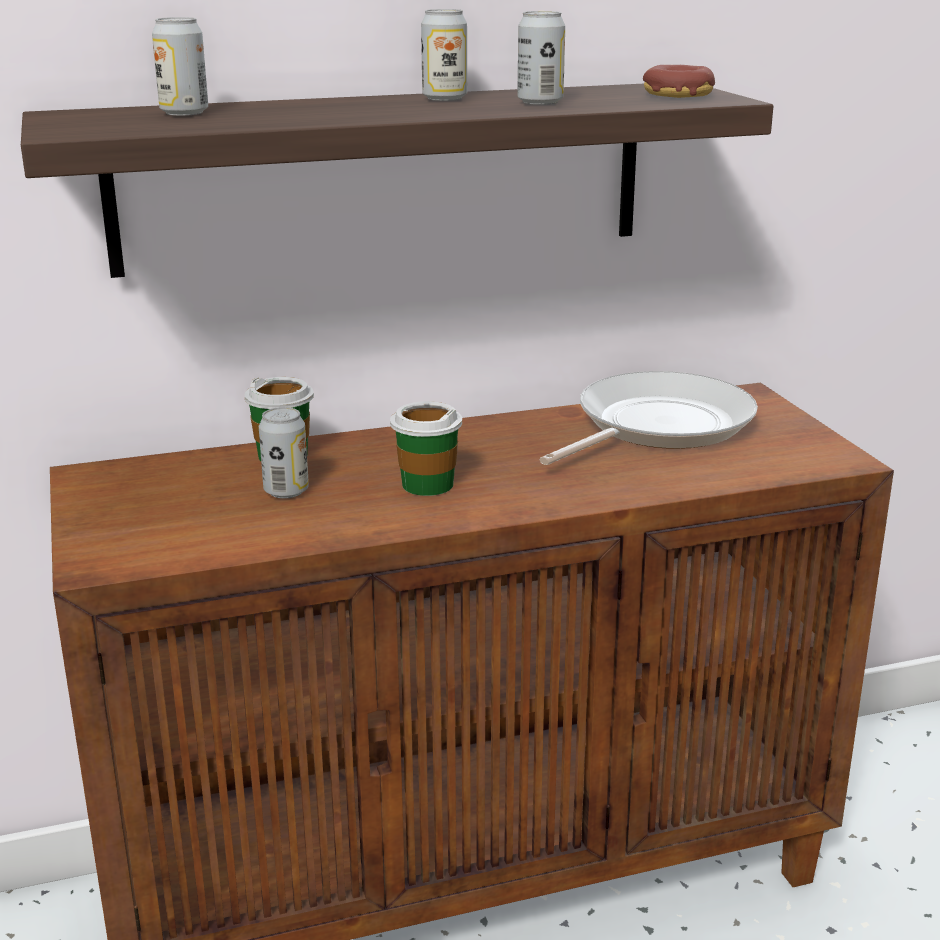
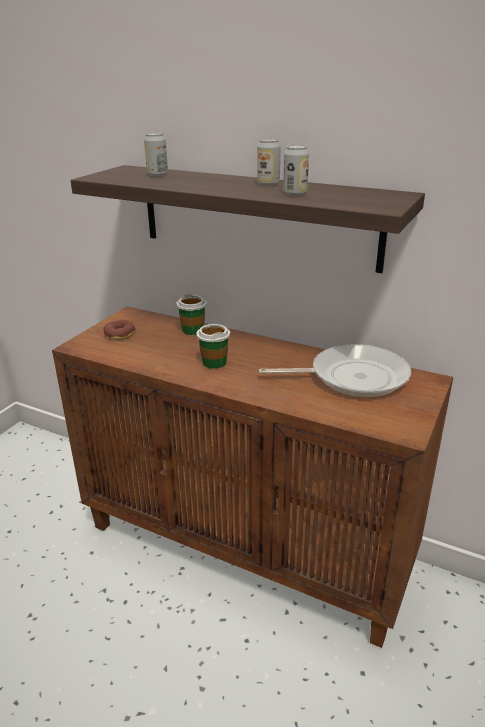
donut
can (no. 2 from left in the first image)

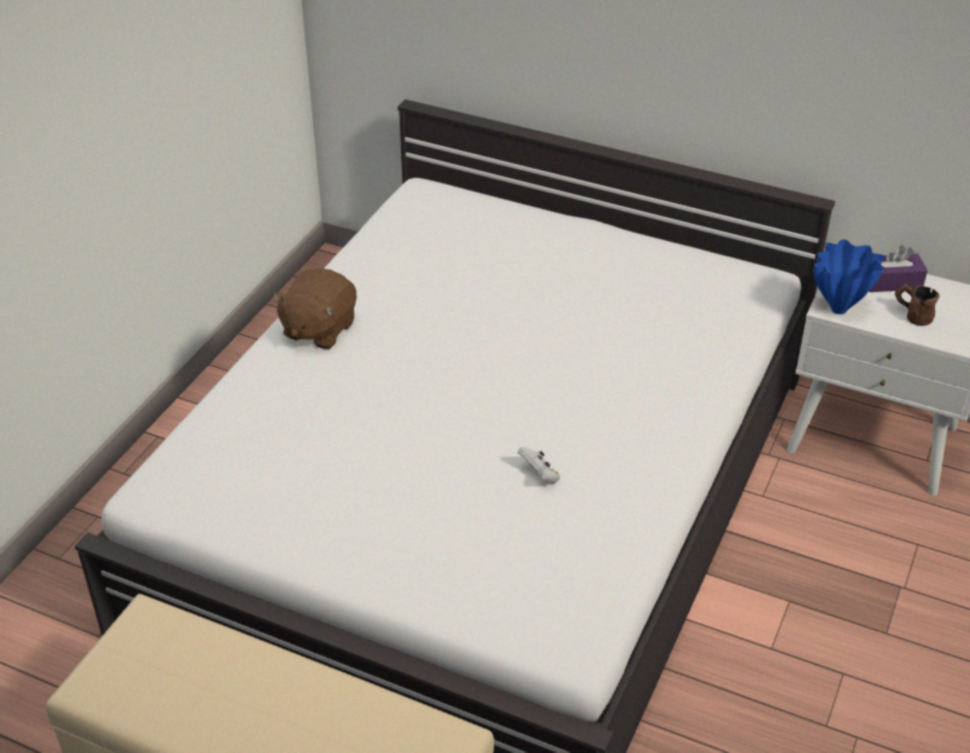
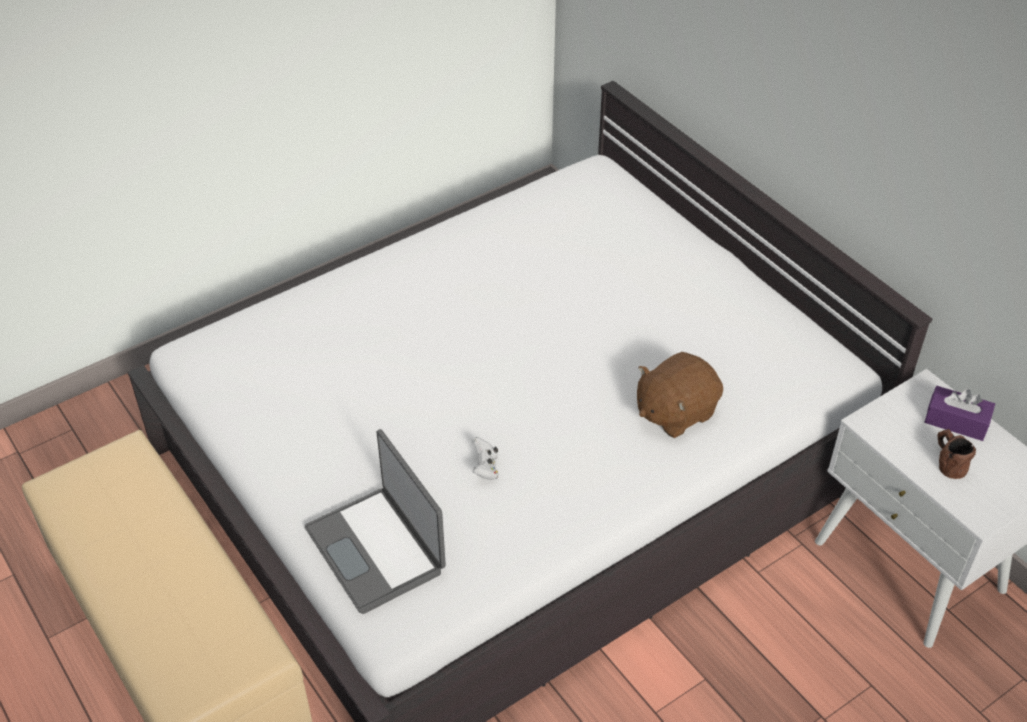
blue vase
brown plush toy
laptop

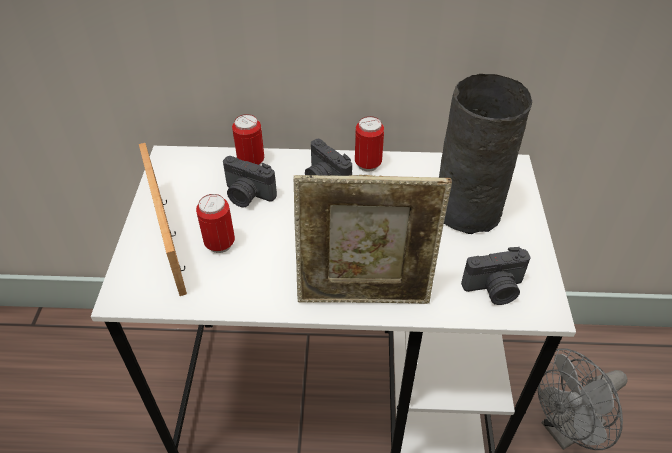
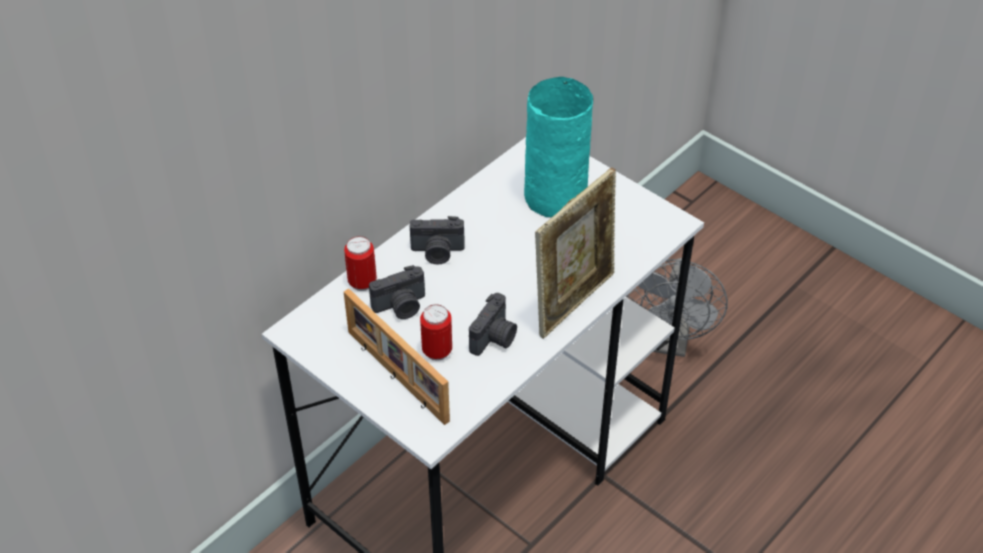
turquoise vase
can (no. 3 from left in the first image)
picture frame (no. 1 from left)
photo camera (no. 3 from left)

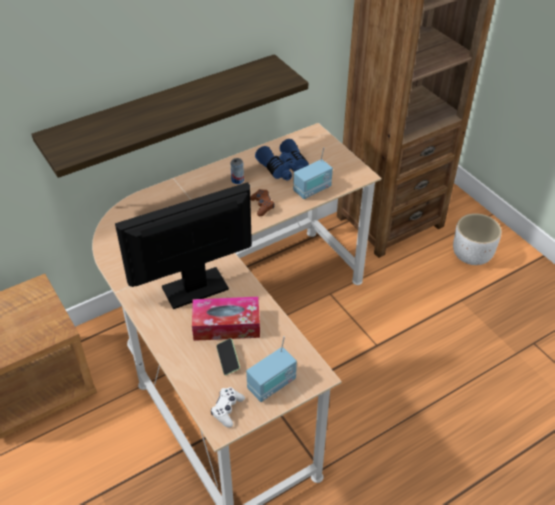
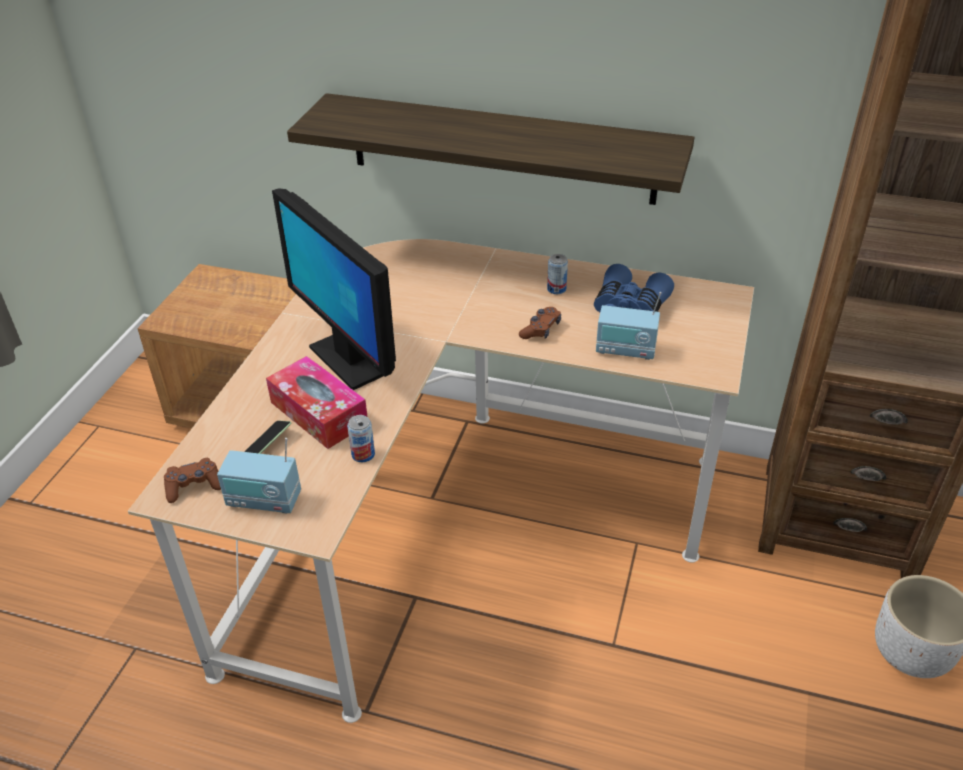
monitor
brown game controller (no. 1 from left)
can (no. 1 from left)

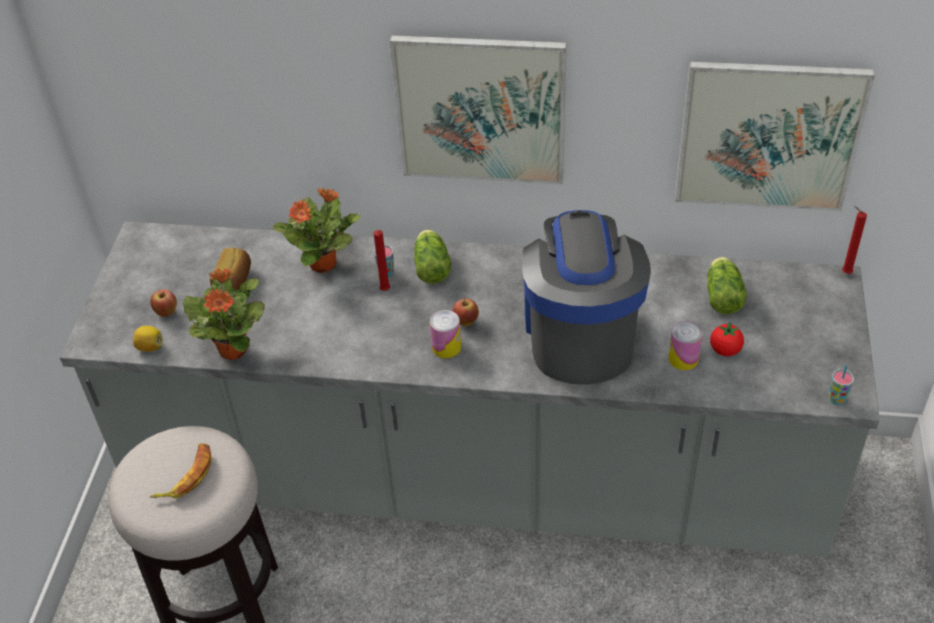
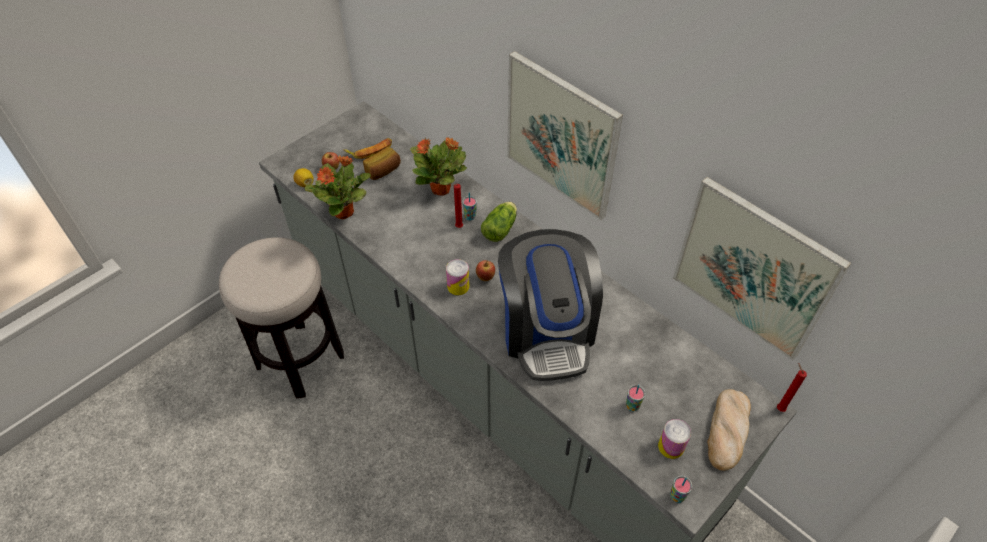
coffee machine
lettuce (no. 2 from left in the first image)
can (no. 2 from left)
cup (no. 2 from left)
banana
bread (no. 2 from left)

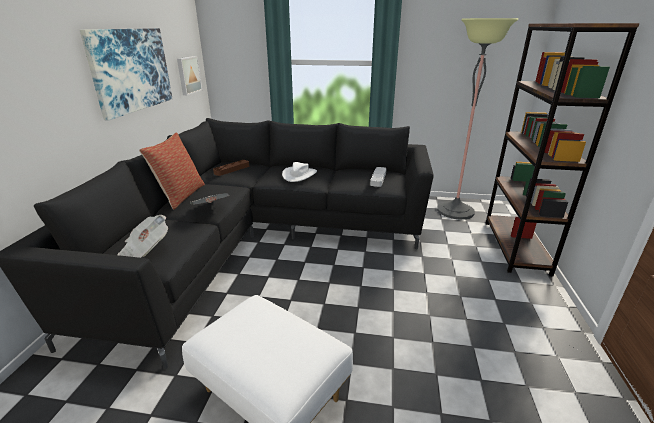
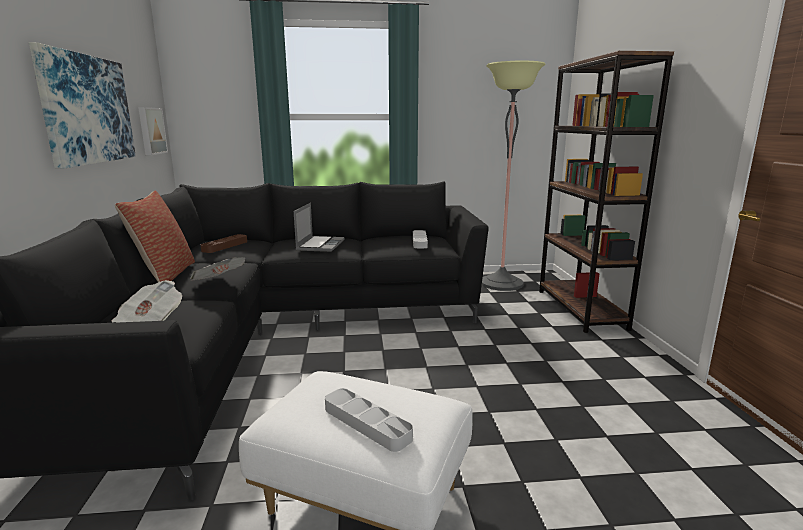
laptop
grey tray (no. 1 from left)

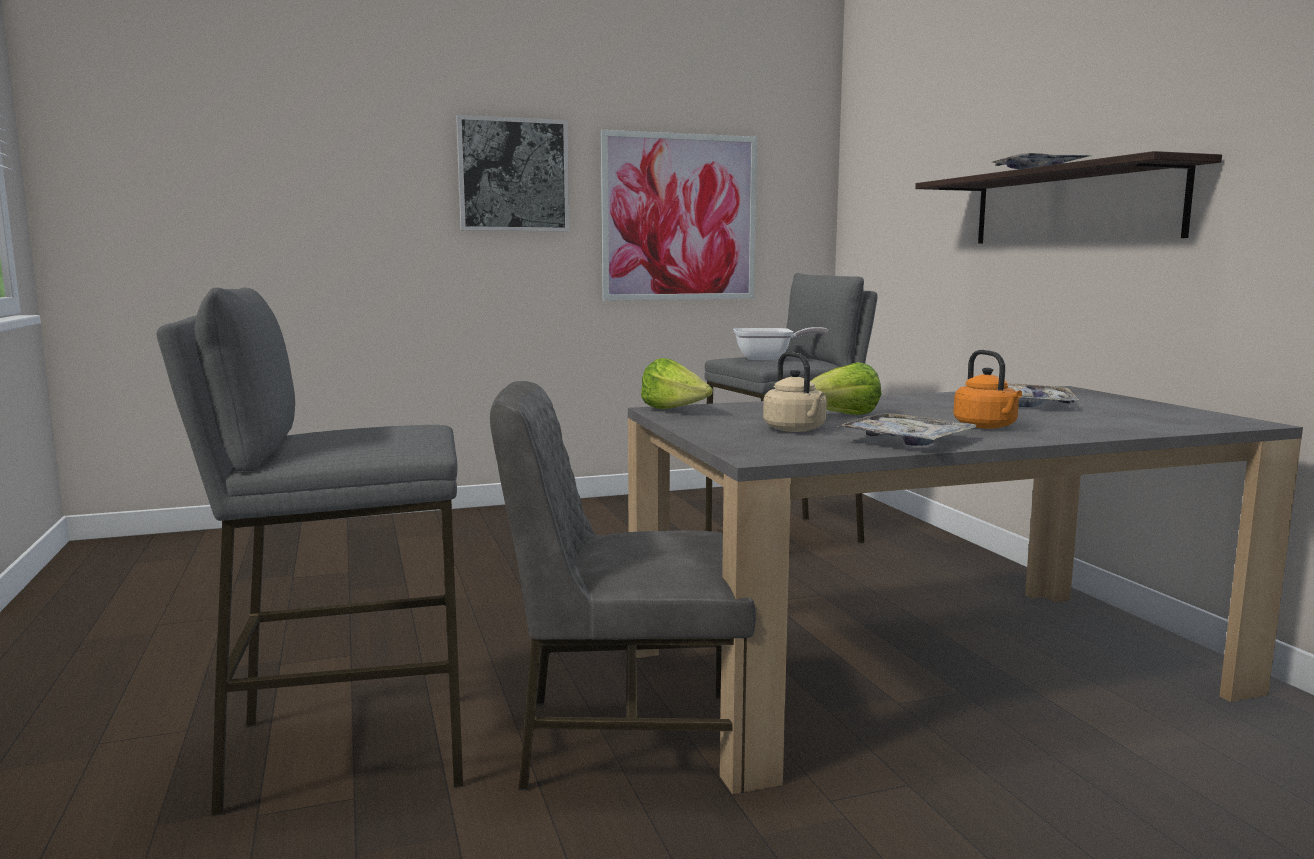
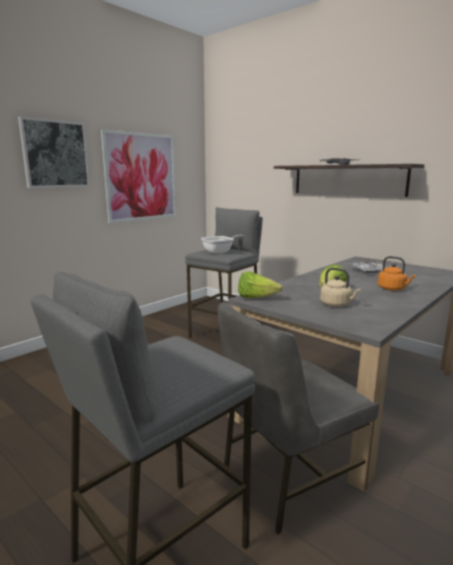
tray (no. 1 from left in the first image)

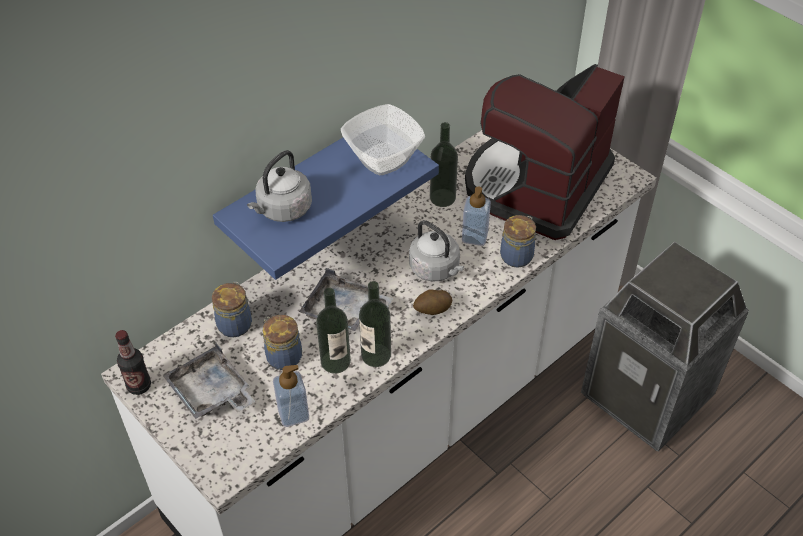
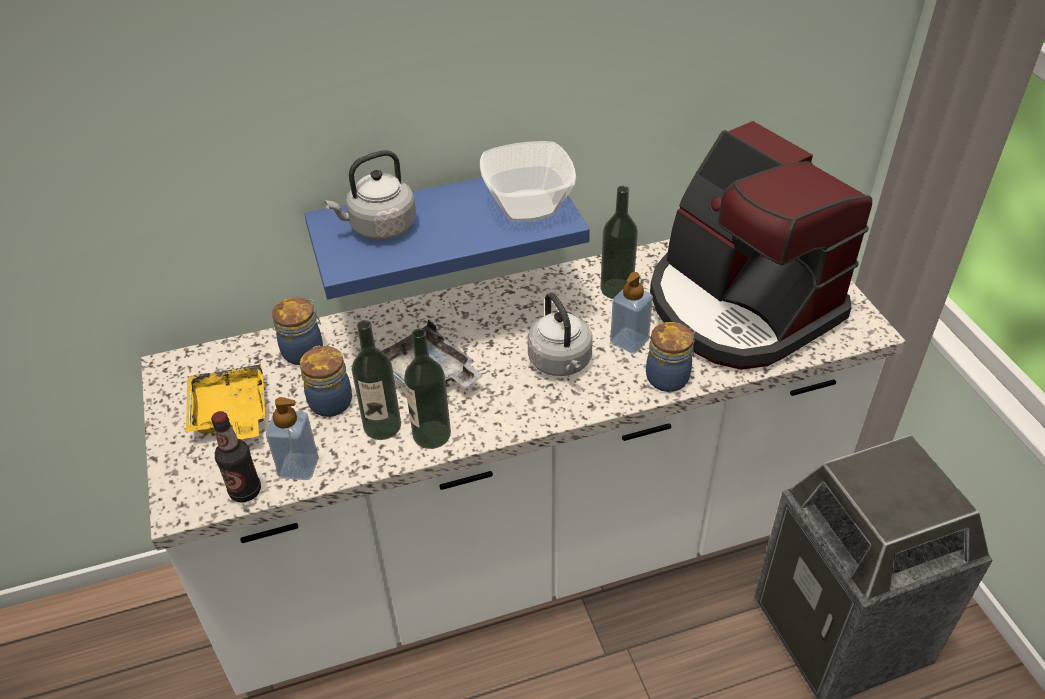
coffee machine
potato
bottle (no. 1 from left)
yellow tray

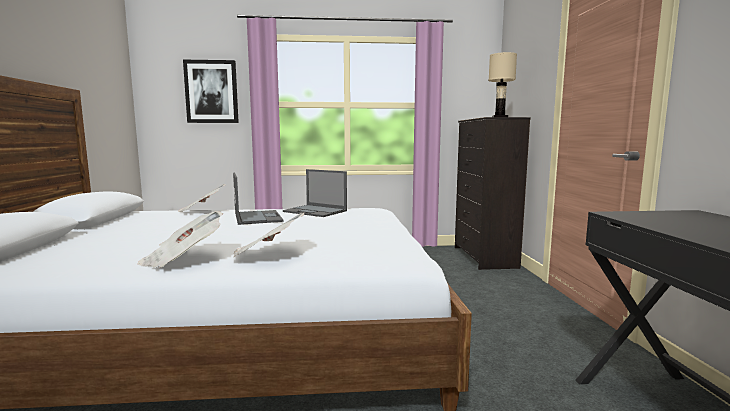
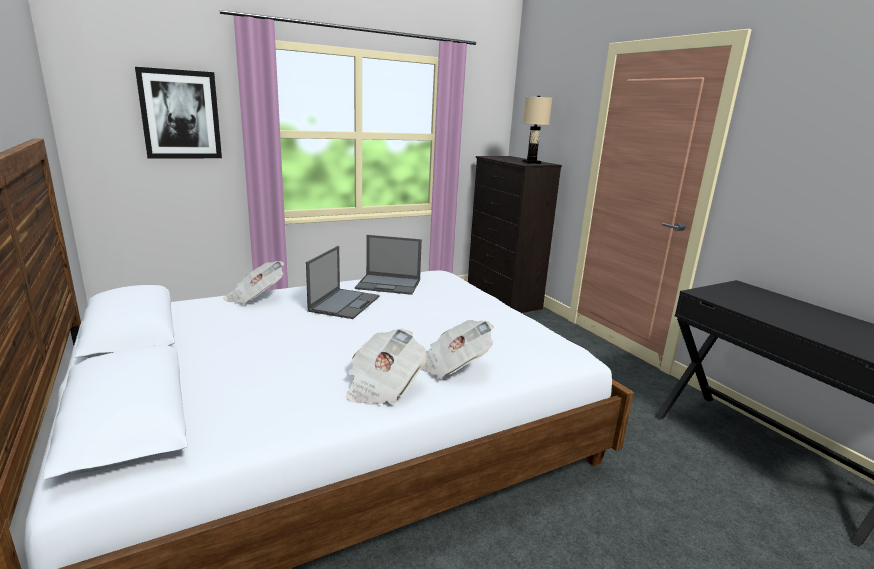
laptop (no. 1 from left)

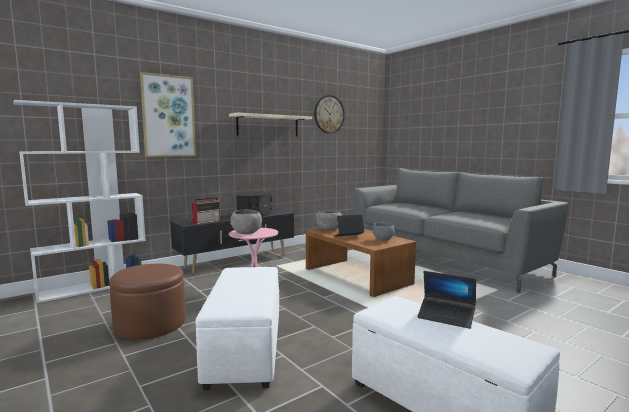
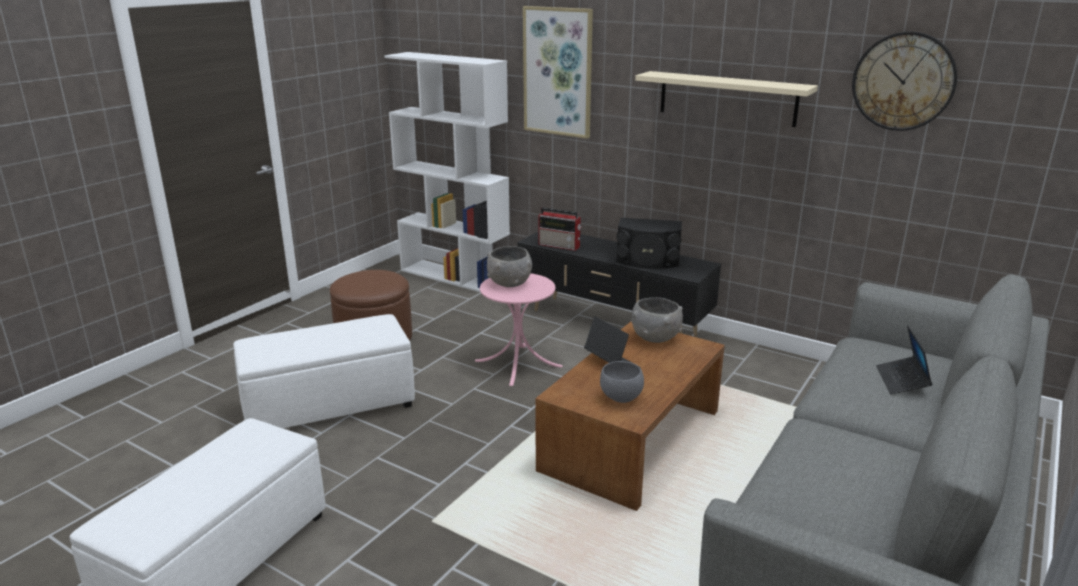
laptop (no. 2 from left)

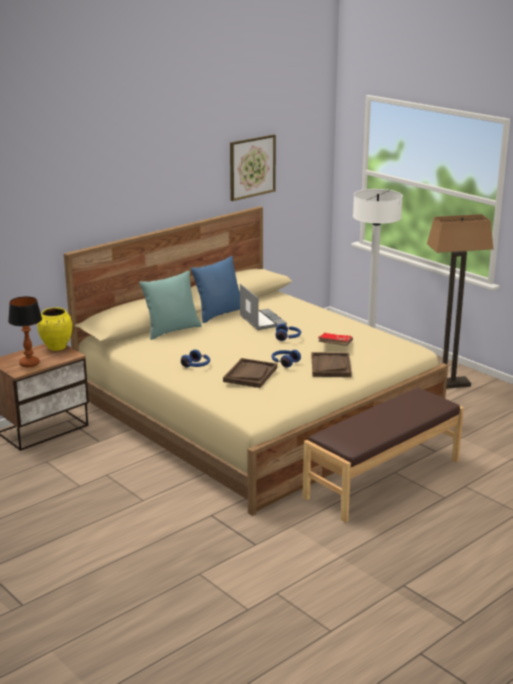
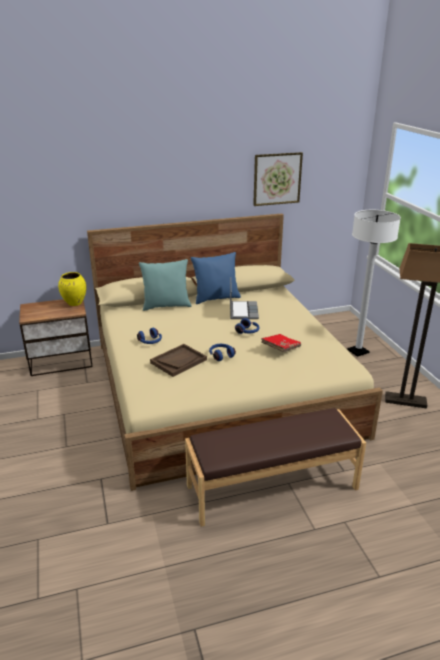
table lamp
brown tray (no. 2 from left in the first image)

